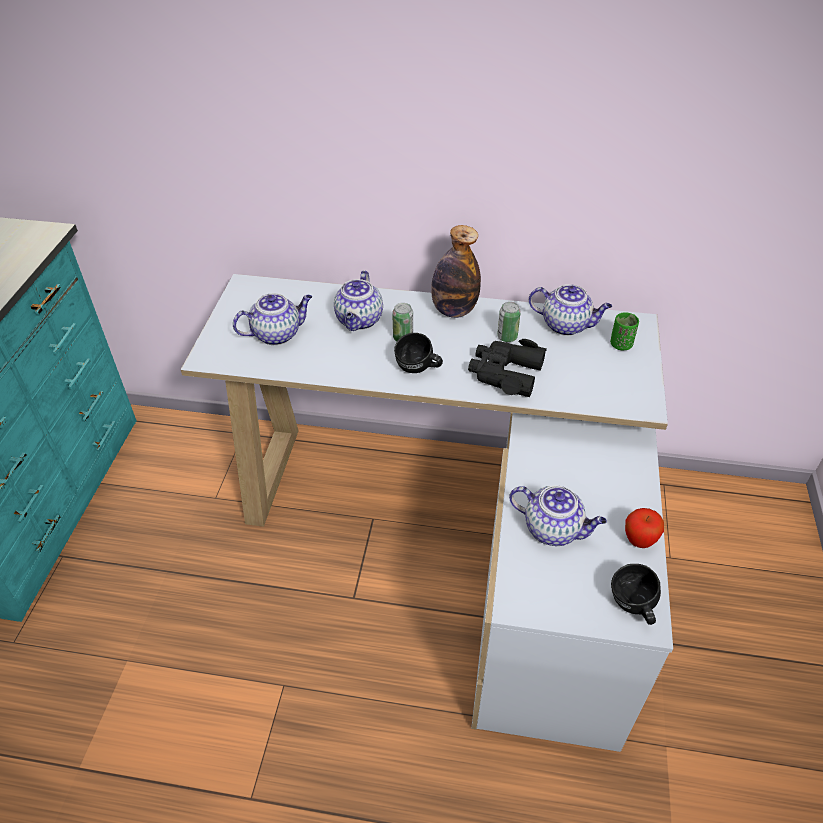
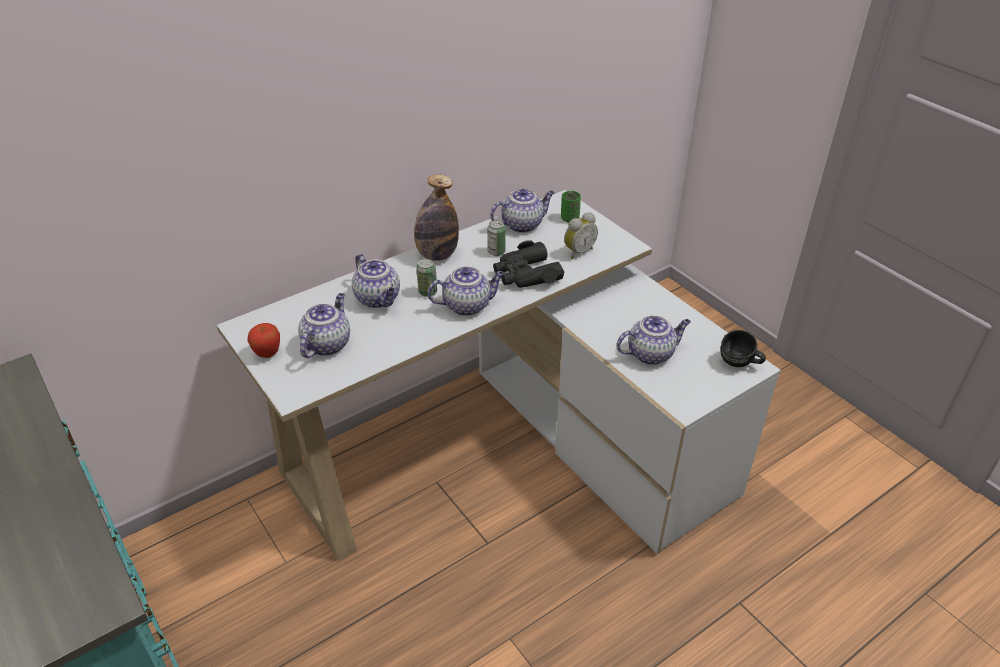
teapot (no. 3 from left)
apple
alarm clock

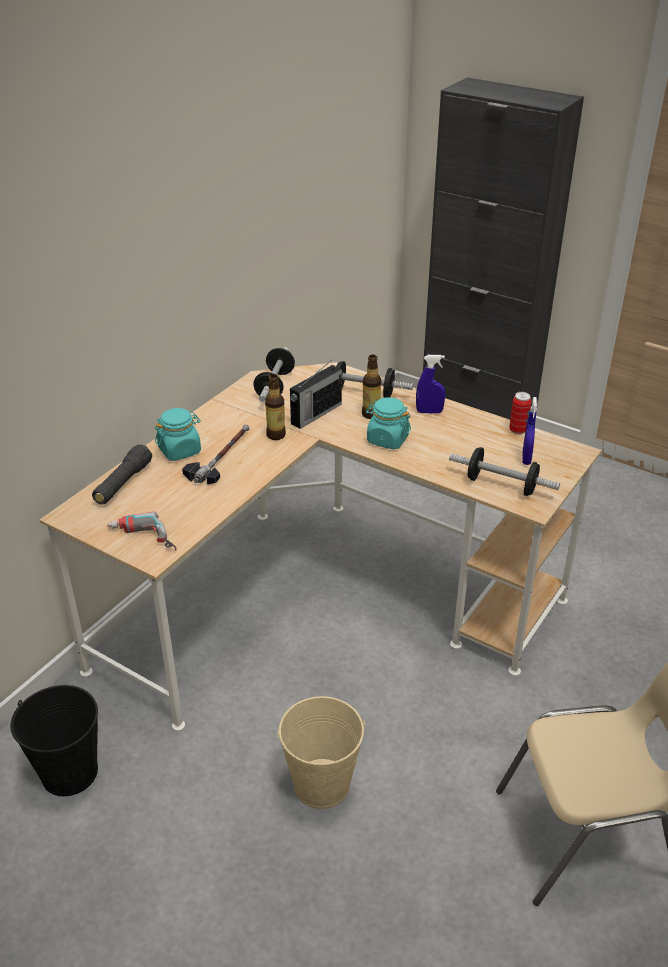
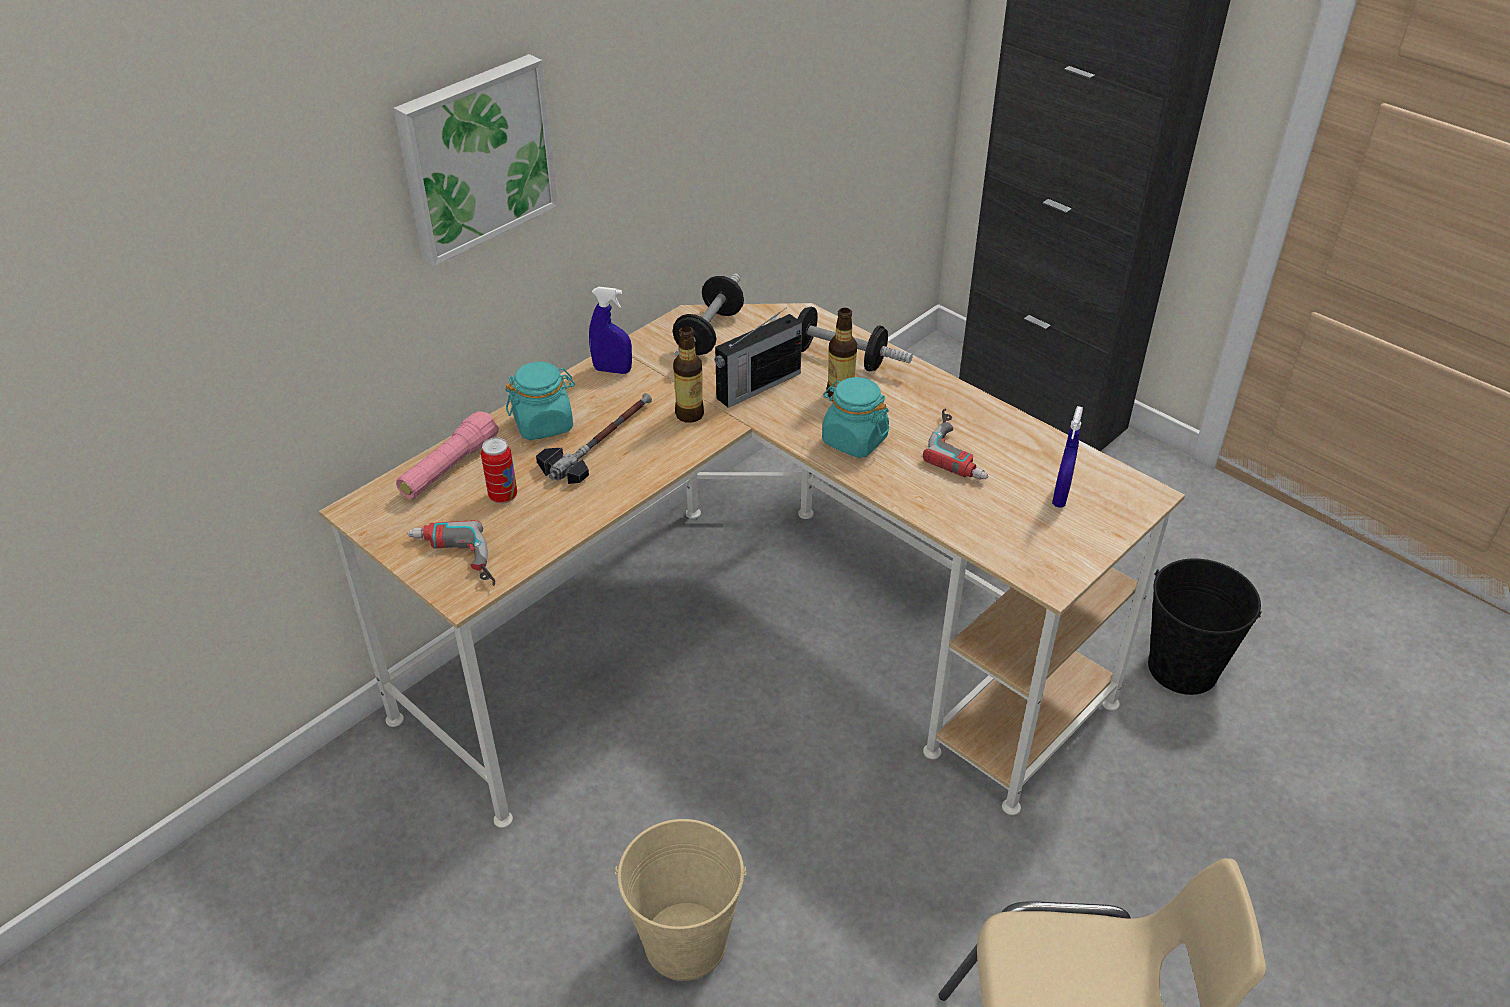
blue spray bottle (no. 1 from left)
can
pink flashlight
dumbbell (no. 3 from left in the first image)
black bucket
picture
power drill (no. 2 from left)

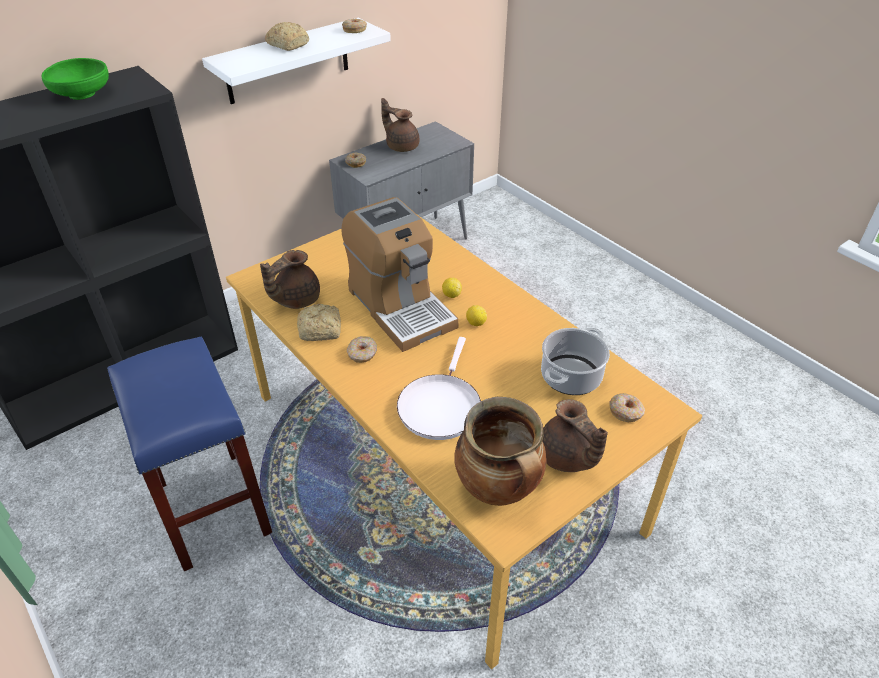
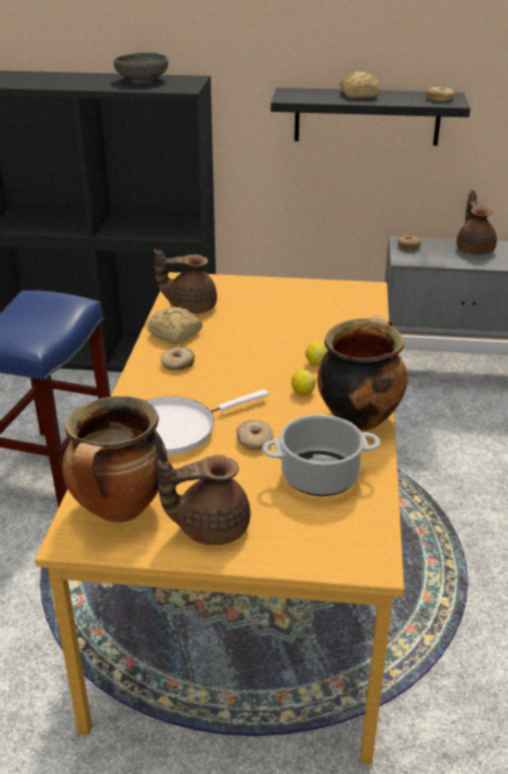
black shelf
grey bowl
coffee machine
donut (no. 2 from left)
brown teapot (no. 2 from left)
cooking pot (no. 3 from left)

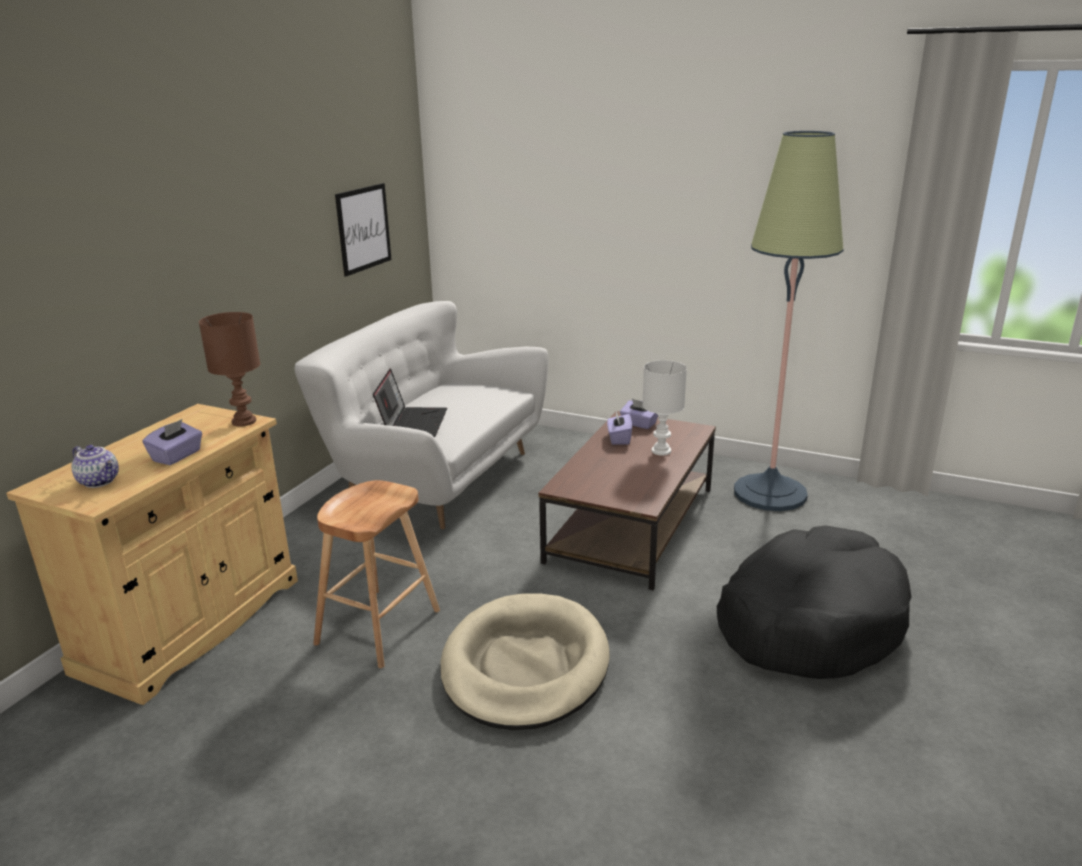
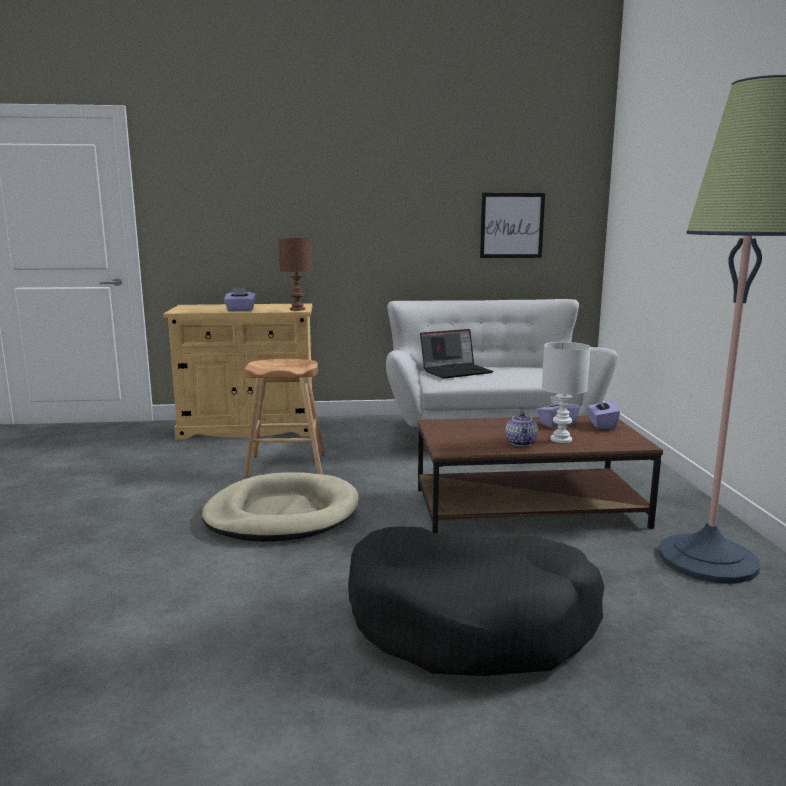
teapot

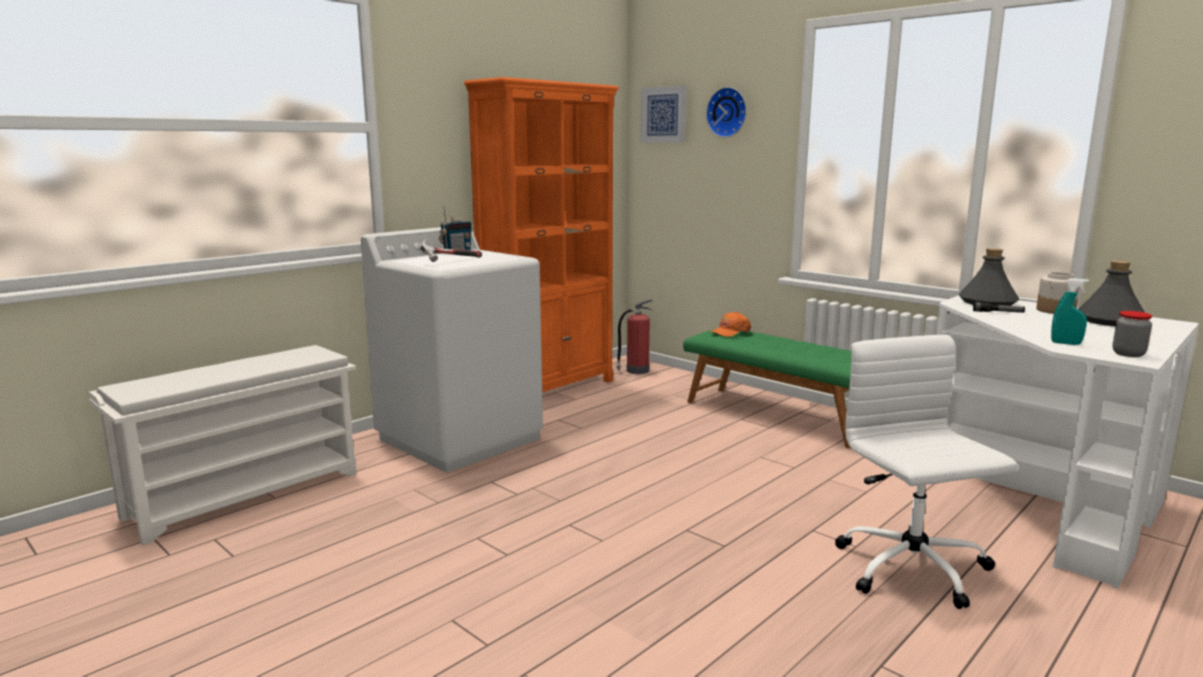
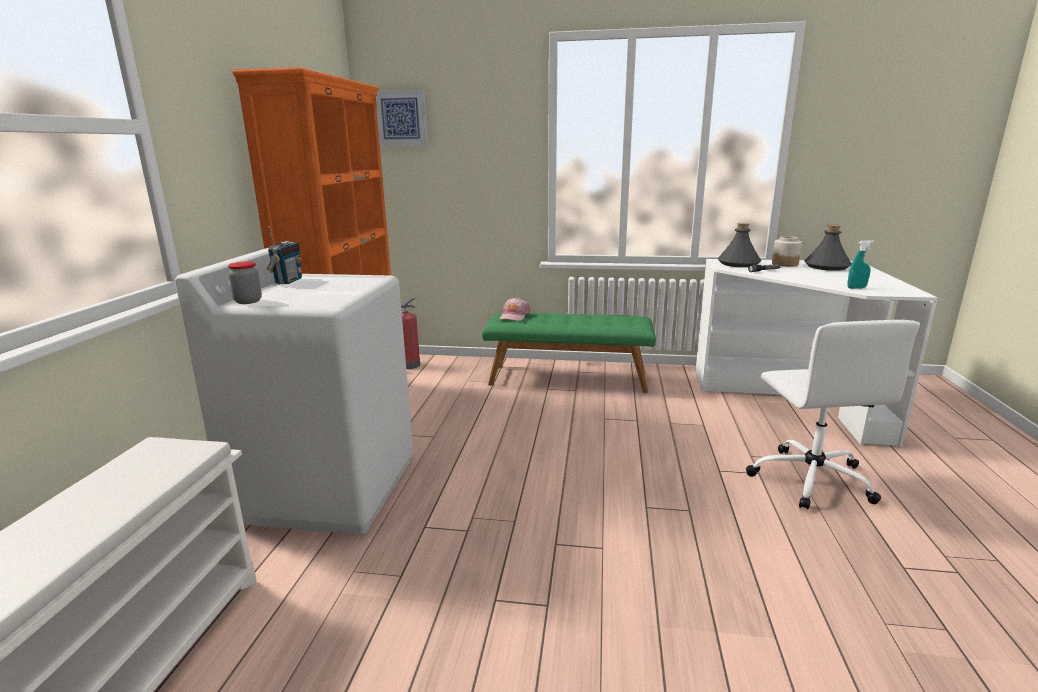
wall clock
hammer
jar (no. 1 from left)
pink cap
white office chair

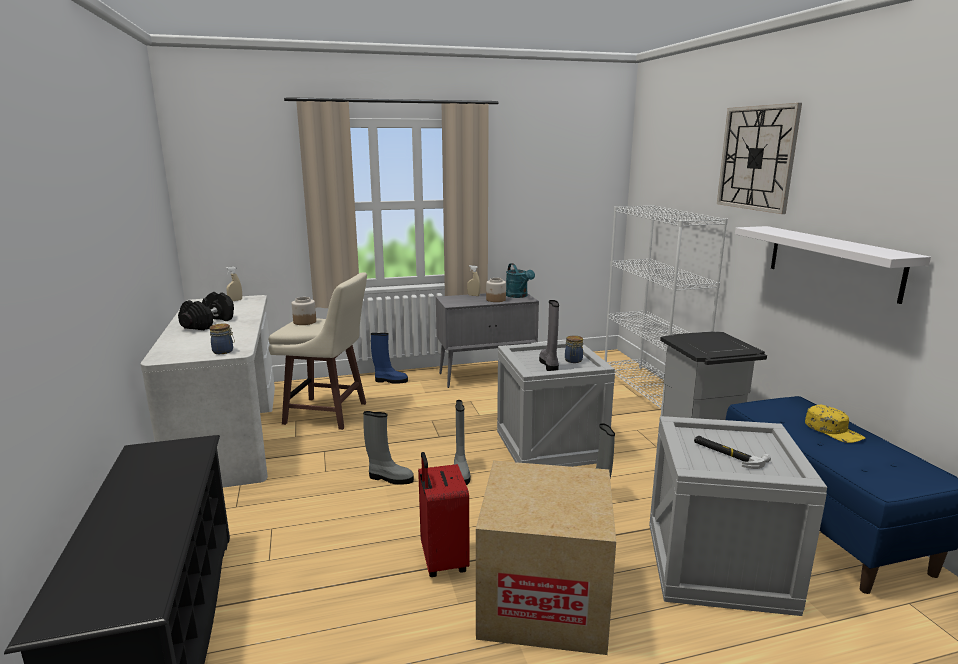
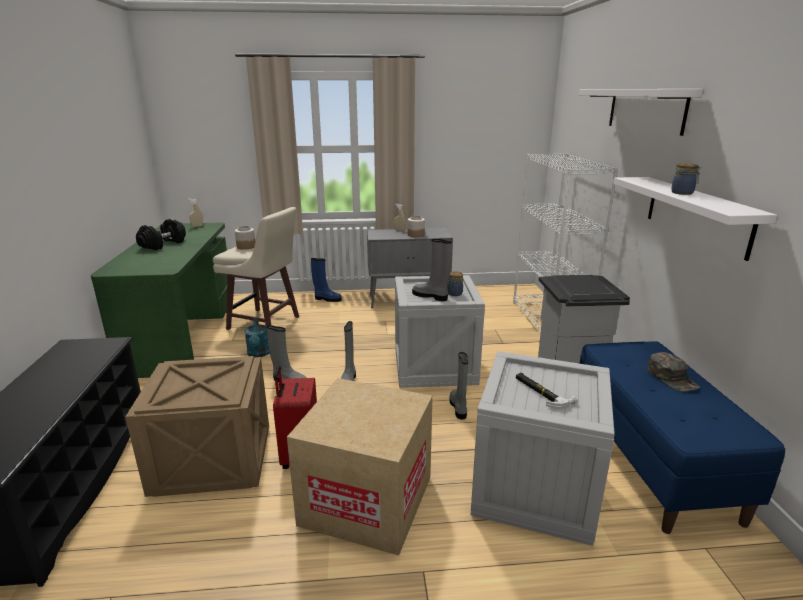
white shelf (no. 1 from left)
turquoise watering can
green desk
grey boot (no. 3 from left)
jar (no. 4 from left)
green cap
crate (no. 1 from left)

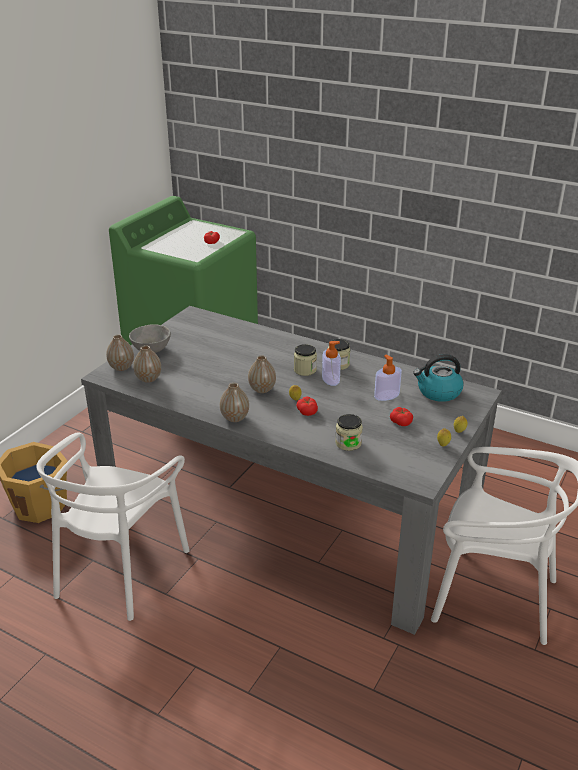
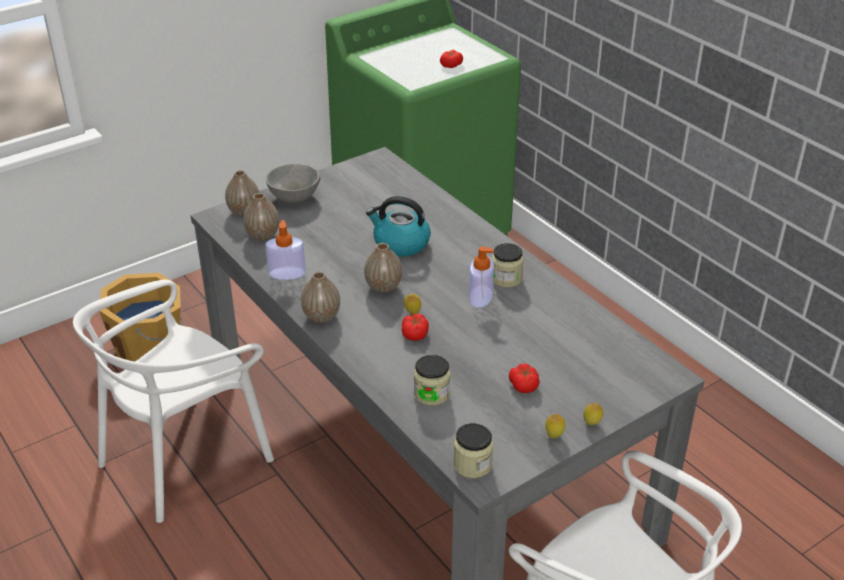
jar (no. 2 from left)
soap dispenser (no. 1 from left)
kettle

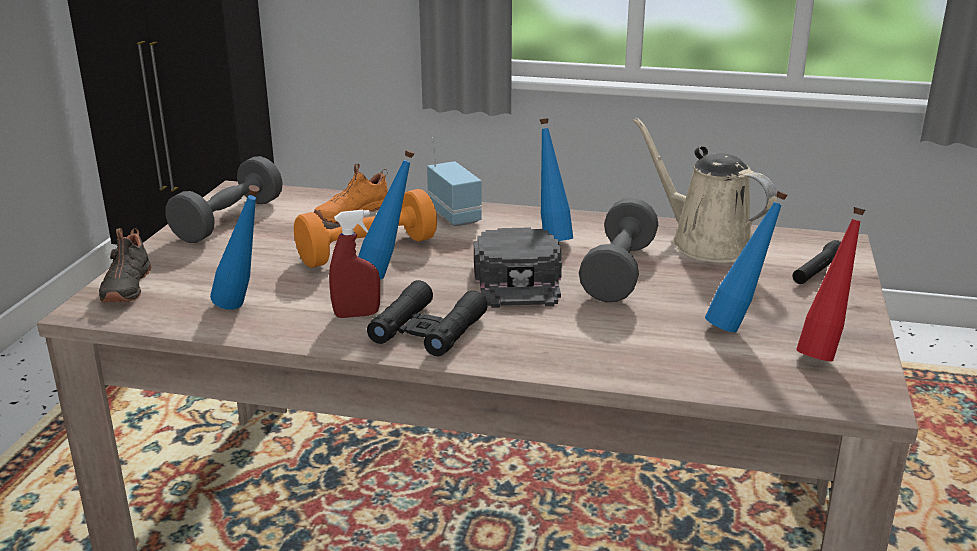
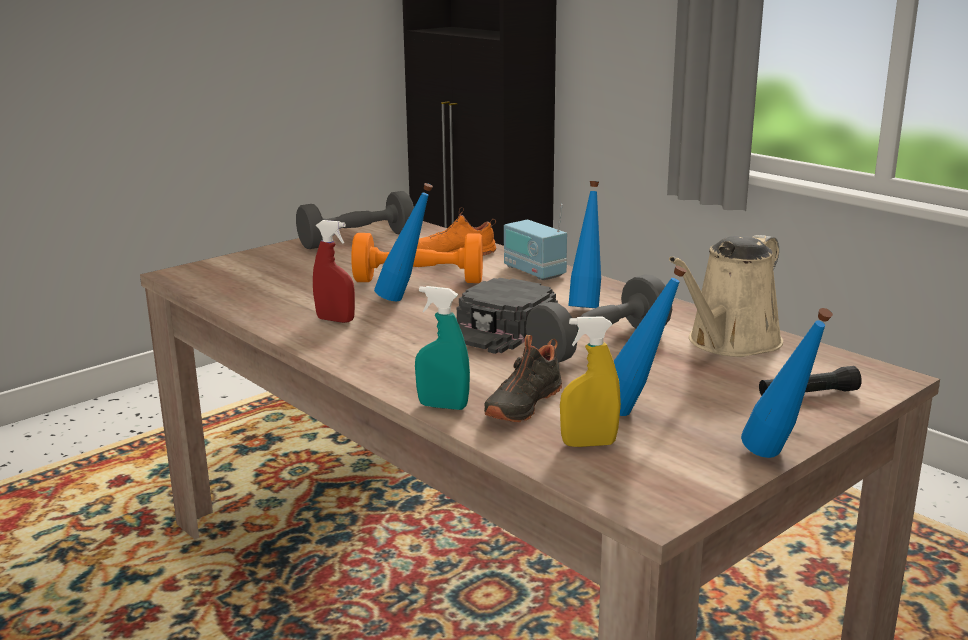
beige watering can
radio
blue bottle (no. 4 from left)
red bottle
black shoe
black binoculars
turquoise spray bottle
yellow spray bottle

